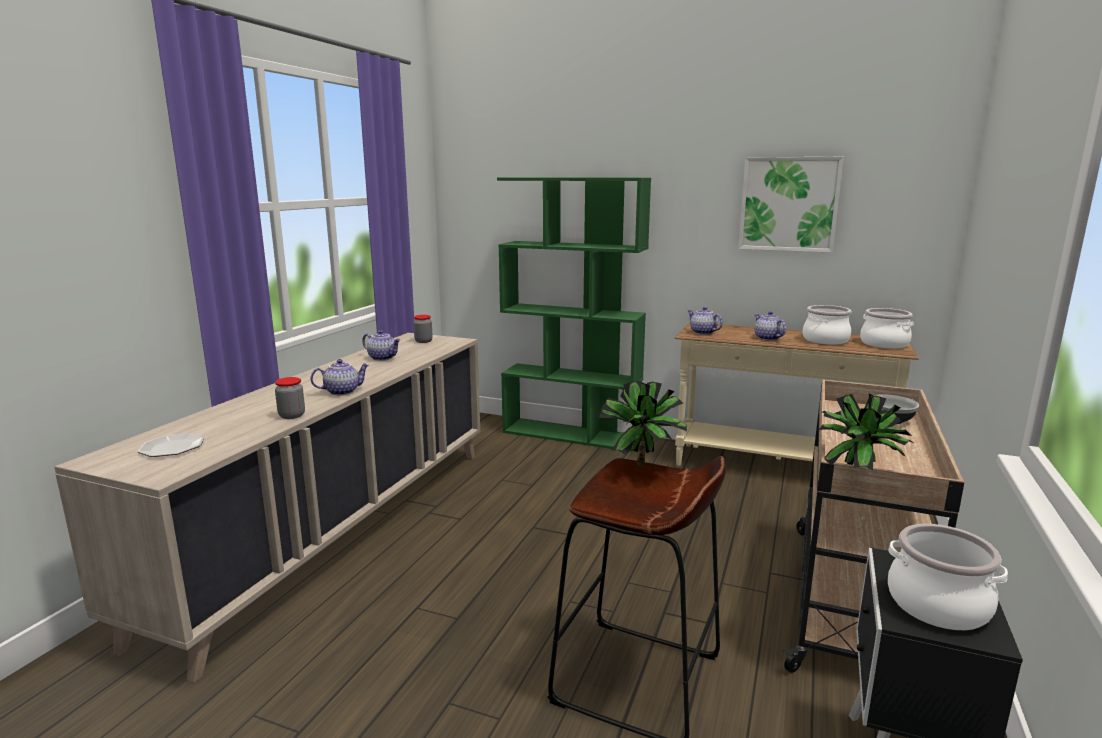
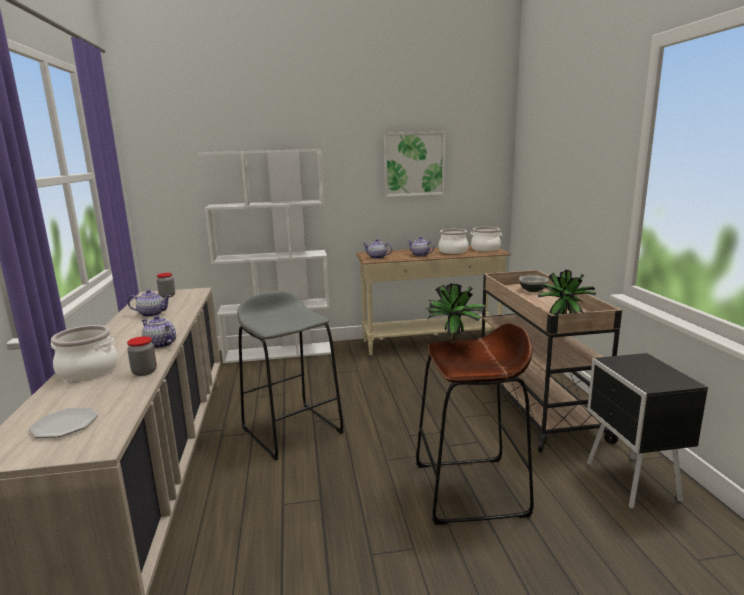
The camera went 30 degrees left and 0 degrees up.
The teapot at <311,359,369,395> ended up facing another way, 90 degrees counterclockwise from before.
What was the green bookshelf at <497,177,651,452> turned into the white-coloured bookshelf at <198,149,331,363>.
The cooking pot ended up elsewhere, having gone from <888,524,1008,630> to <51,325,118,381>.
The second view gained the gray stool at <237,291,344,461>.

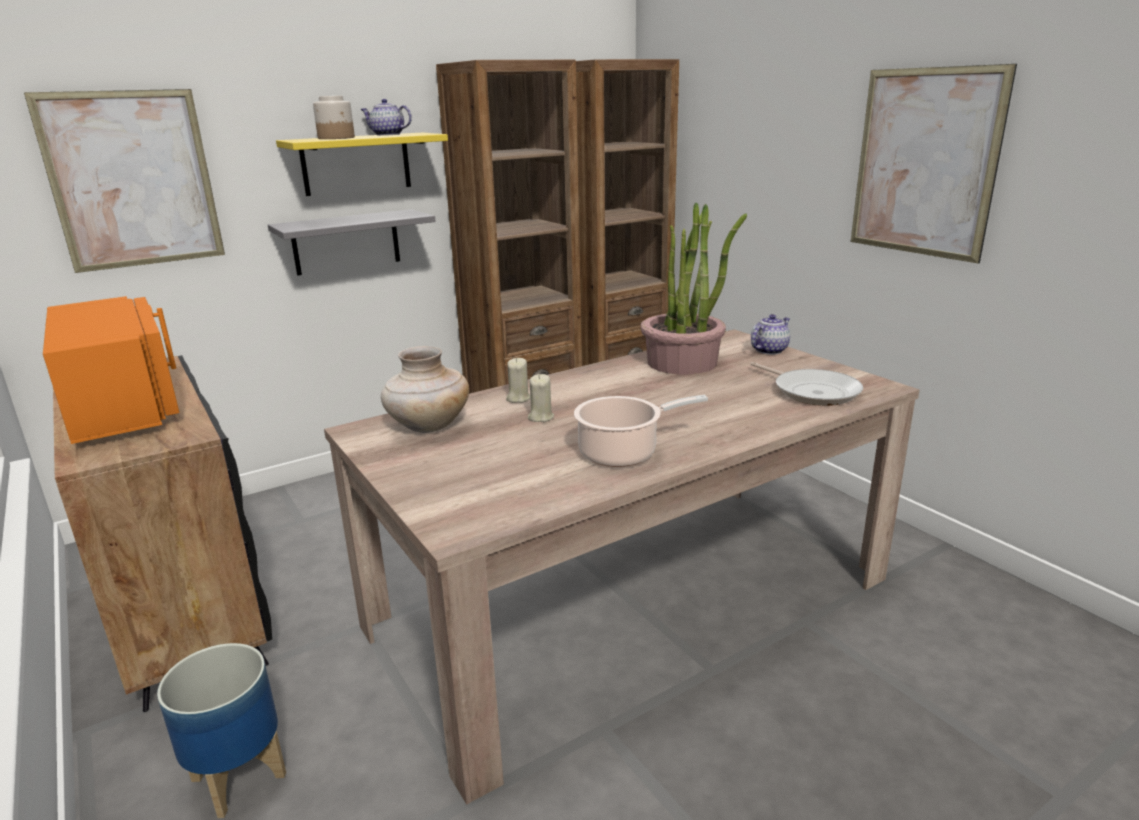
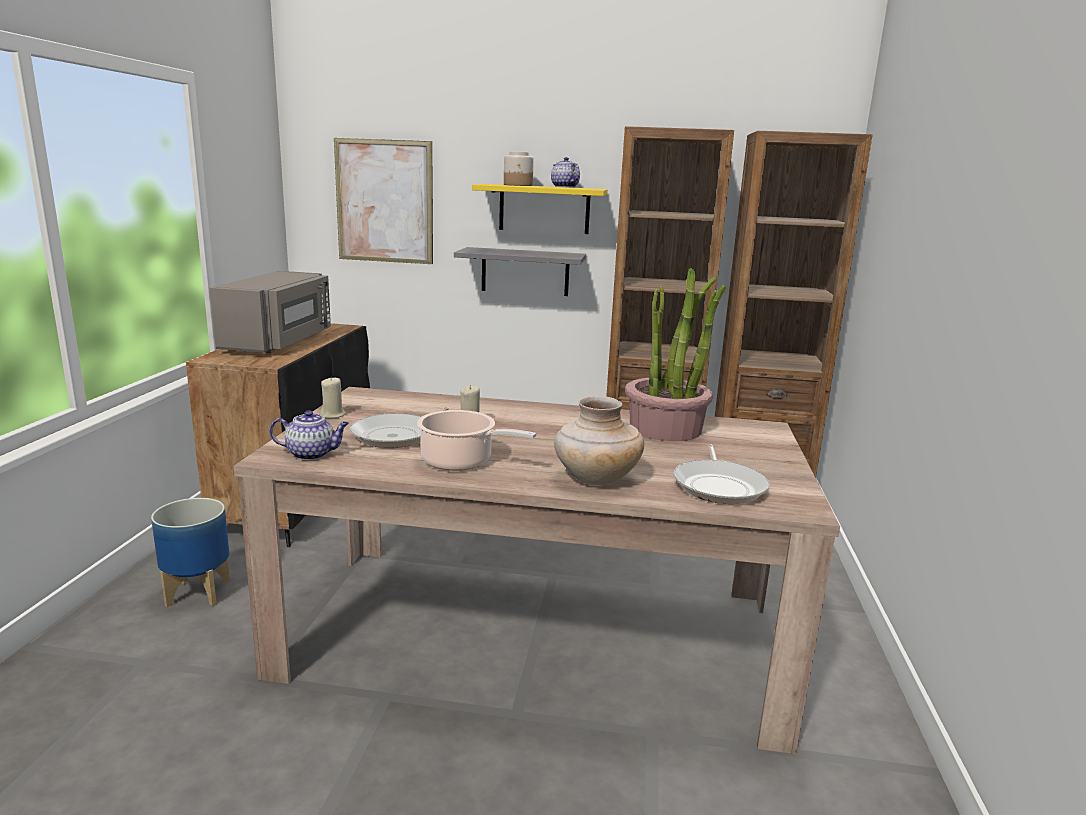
The camera went 40 degrees right and 5 degrees down.
What was the orange-coloured kitchen microwave at <43,296,179,444> turned into the gray kitchen microwave at <210,271,331,353>.
The beige flower vase ended up elsewhere, having gone from <381,346,469,433> to <554,396,644,485>.
The beige wax candle ended up elsewhere, having gone from <506,358,530,403> to <320,378,346,418>.
The teapot ended up elsewhere, having gone from <751,314,790,355> to <270,410,349,460>.
The second view lost the picture at <851,64,1017,263>.
The second view gained the frying pan at <350,407,449,448>.

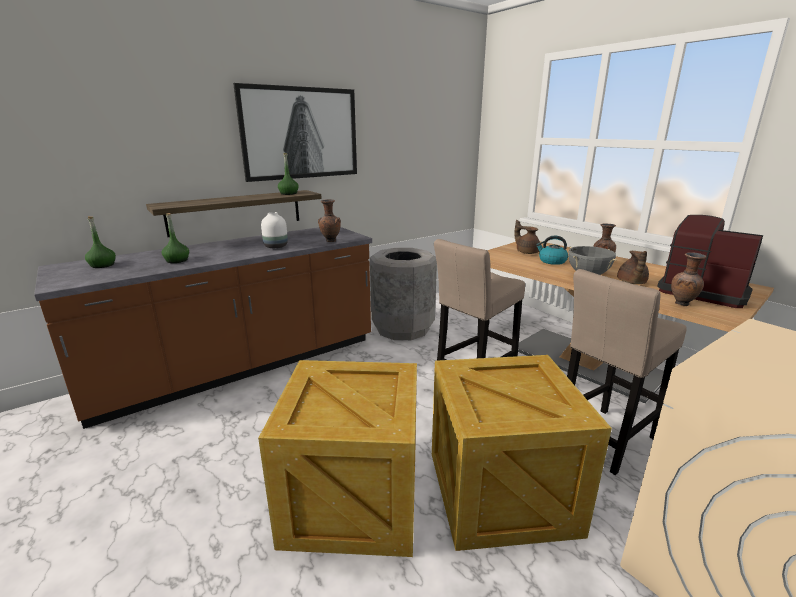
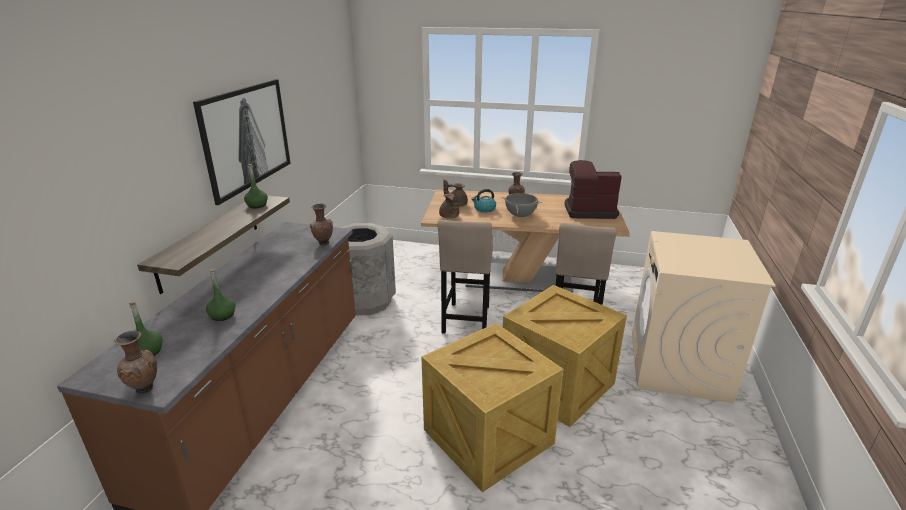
The camera went 40 degrees left and 5 degrees up.
The second view lost the white-coloured flower vase at <261,212,288,248>.
The brown teapot ended up elsewhere, having gone from <617,251,649,284> to <439,194,459,219>.
The brown flower vase ended up elsewhere, having gone from <671,252,707,306> to <114,331,157,394>.

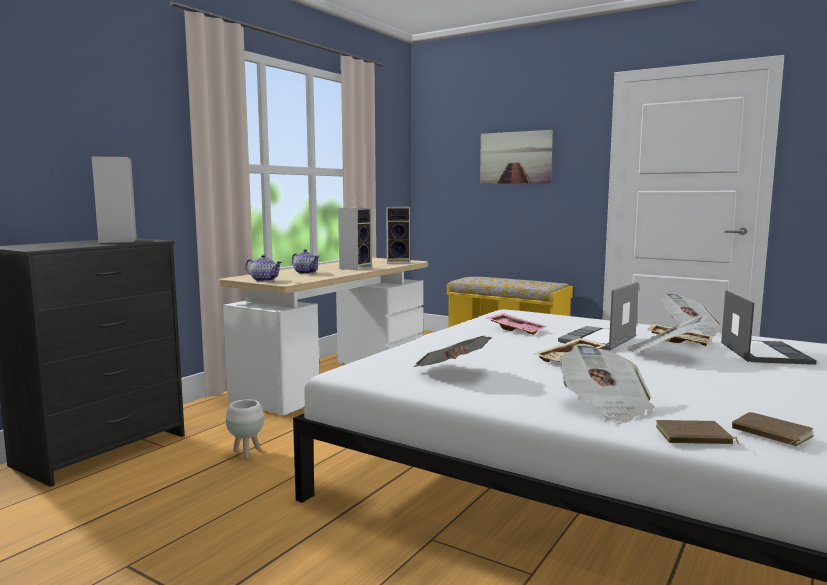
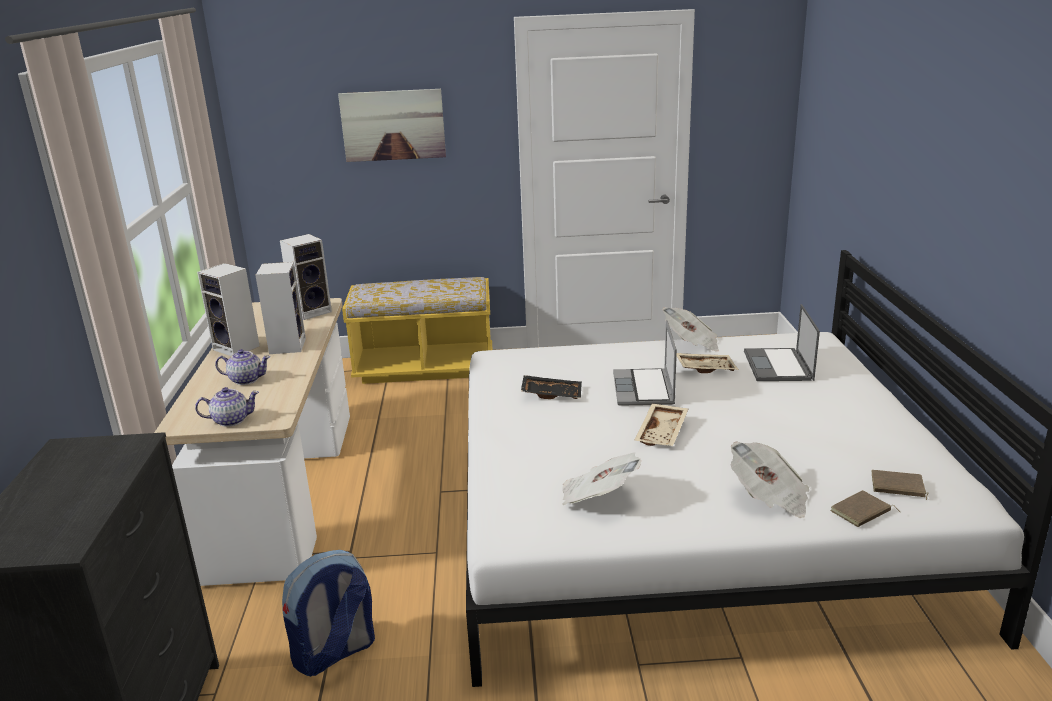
The camera went 35 degrees left and 15 degrees up.
The audio speaker ended up elsewhere, having gone from <92,156,137,243> to <197,263,260,356>.
Where the white-coloured planter stood at <226,400,264,459>, the rucksack came to stand at <282,550,375,677>.
What was the pink carrying tray at <487,313,547,335> turned into the black carrying tray at <521,375,582,399>.
The second view lost the daily paper at <627,317,705,353>.
The notebook computer at <721,290,817,365> ended up facing another way, 150 degrees counterclockwise from before.

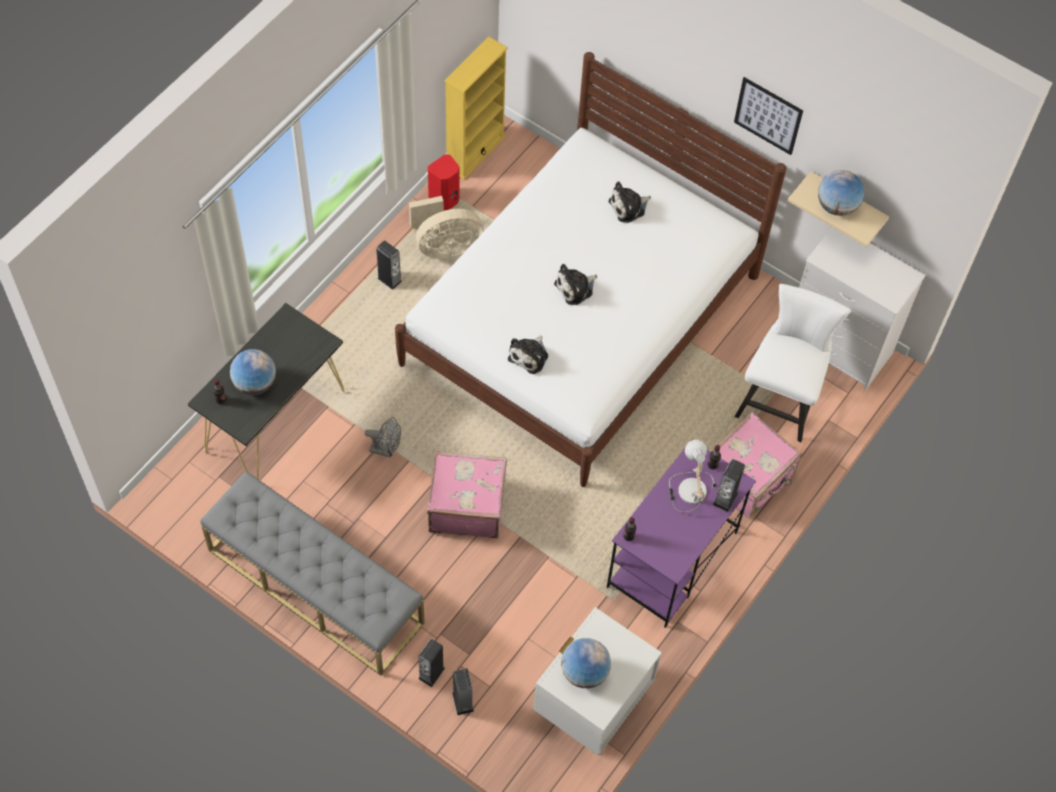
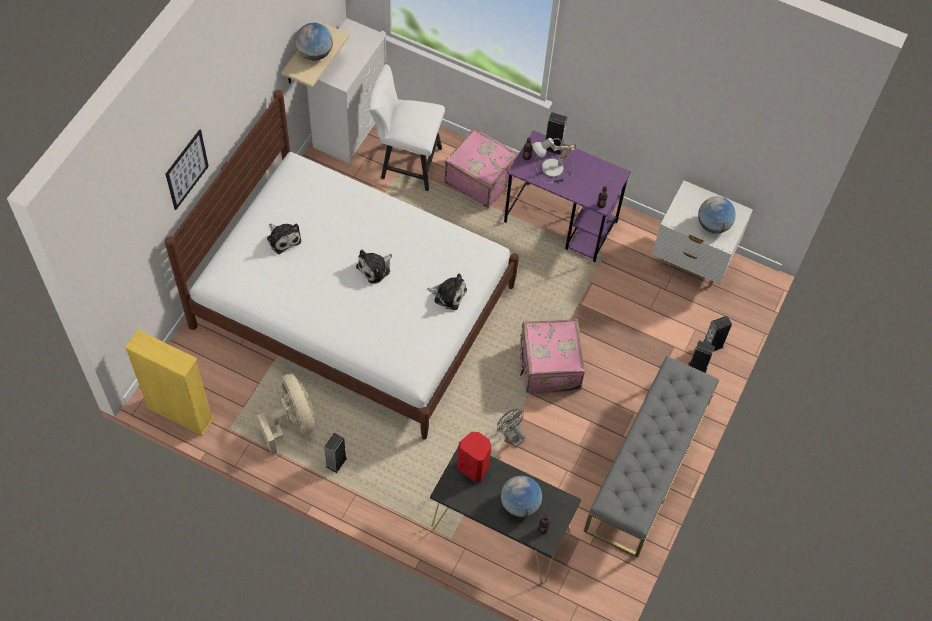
The camera went 100 degrees left and 0 degrees up.
The gray cooling fan at <365,417,401,458> ended up facing another way, 45 degrees counterclockwise from before.
The red audio speaker ended up elsewhere, having gone from <428,154,460,211> to <457,432,492,482>.
The soft toy at <554,264,597,305> ended up facing another way, 90 degrees clockwise from before.
The picture ended up elsewhere, having gone from <734,77,803,155> to <165,129,209,210>.

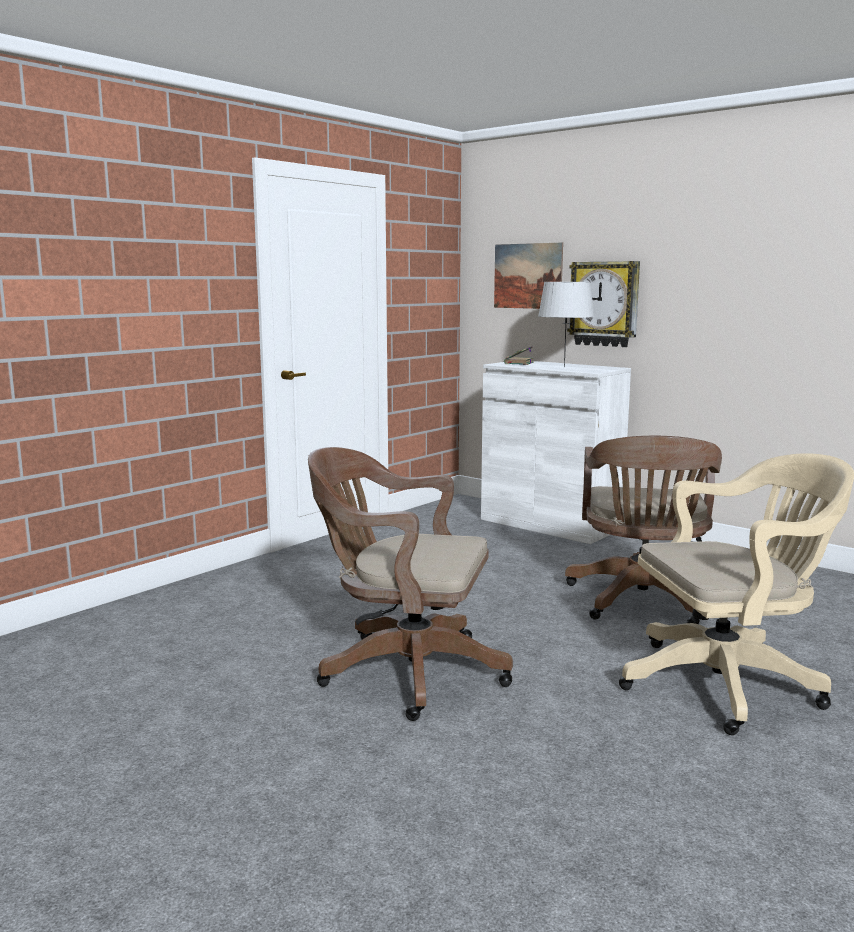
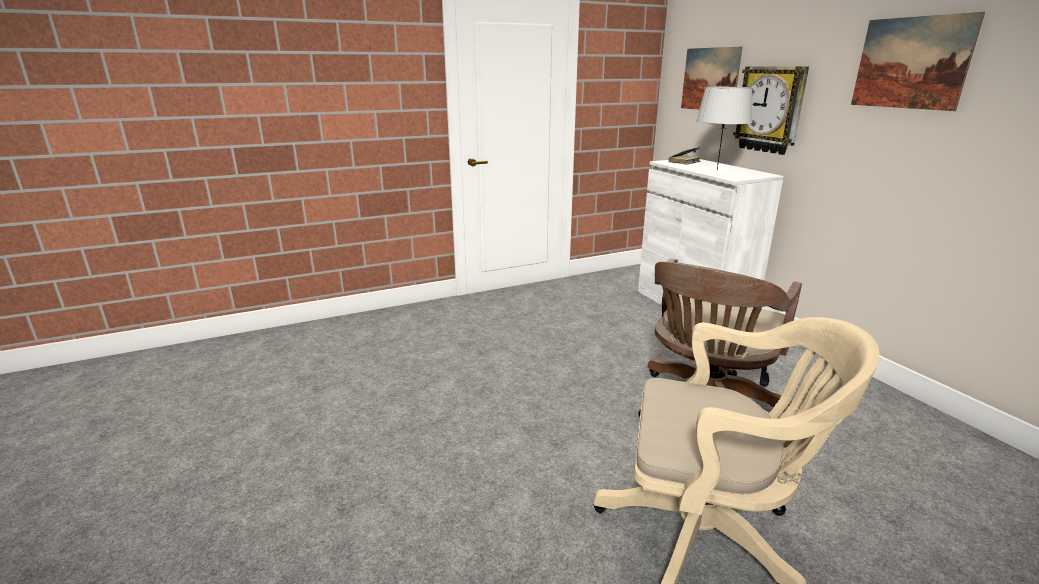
The camera went 25 degrees right and 10 degrees up.
The second view lost the brown computer chair at <308,447,513,721>.
The second view gained the picture at <851,12,985,111>.

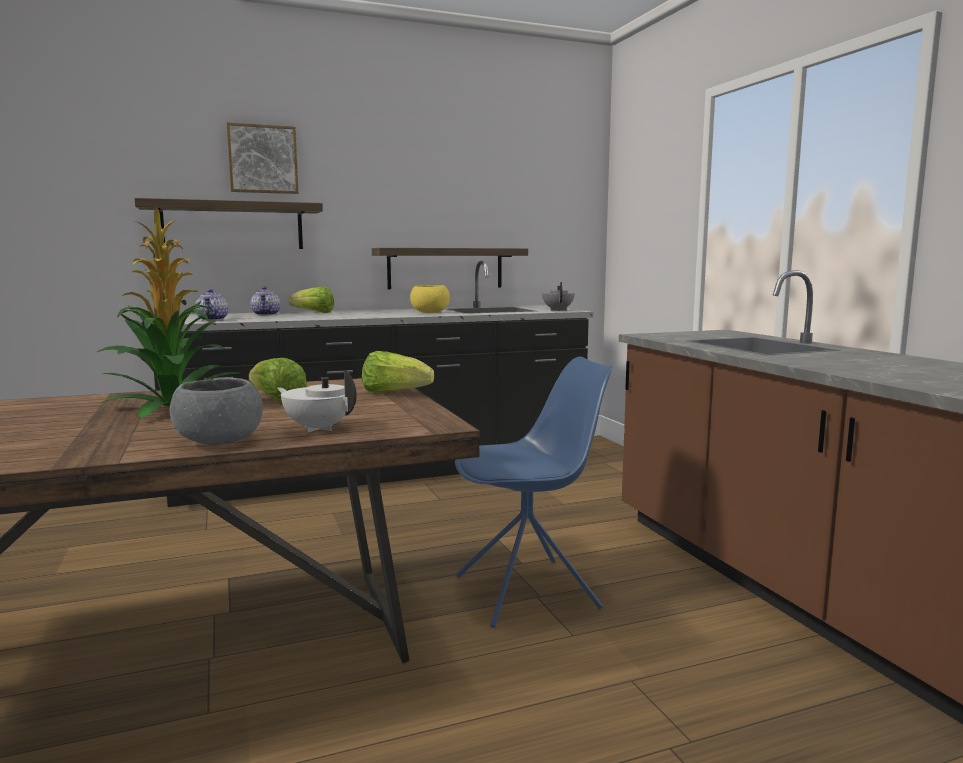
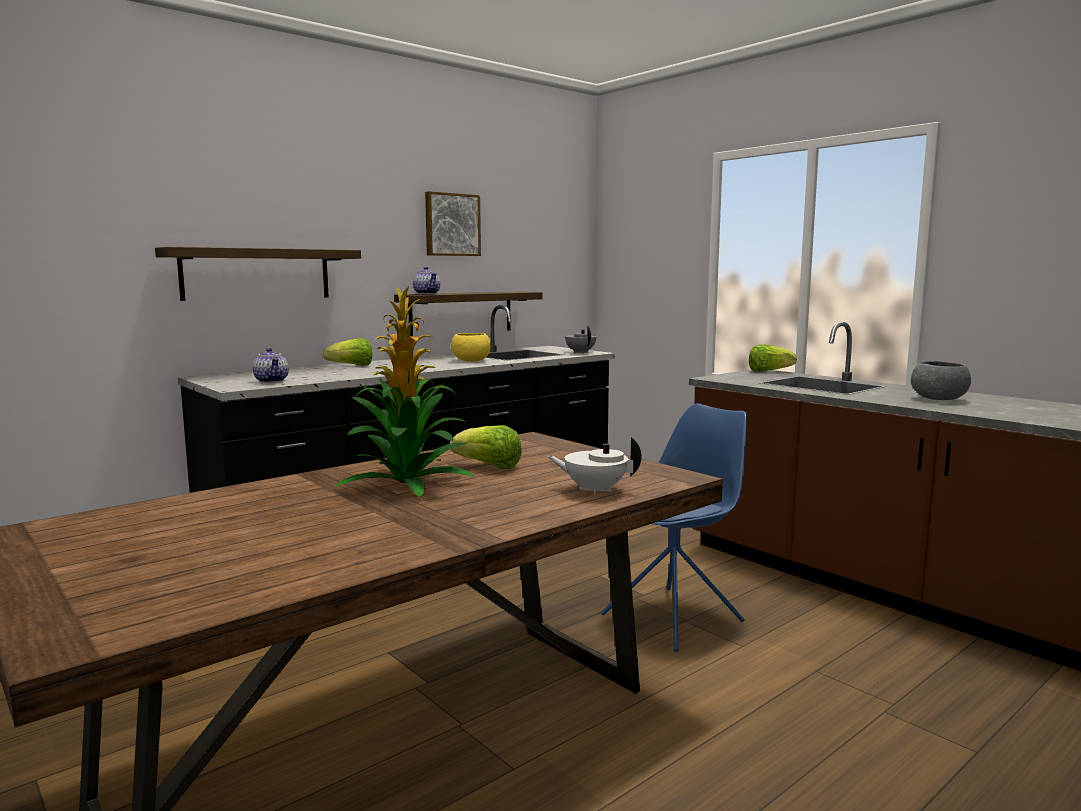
The camera went 20 degrees left and 0 degrees up.
The gray deep dish ended up elsewhere, having gone from <169,378,263,445> to <911,361,971,400>.
The picture ended up elsewhere, having gone from <227,122,299,194> to <425,191,481,256>.
The teapot ended up elsewhere, having gone from <251,286,280,316> to <413,267,440,294>.
The head of lettuce ended up elsewhere, having gone from <362,351,434,393> to <749,344,797,372>.

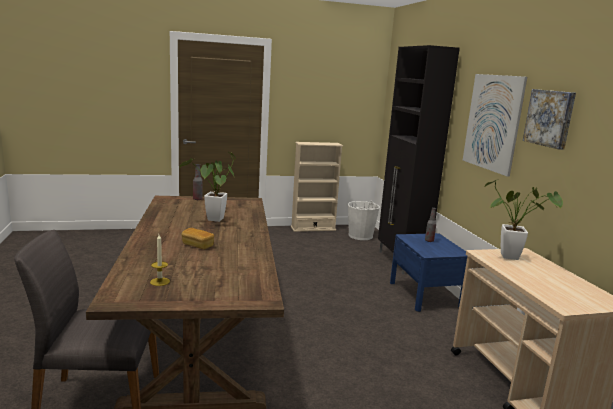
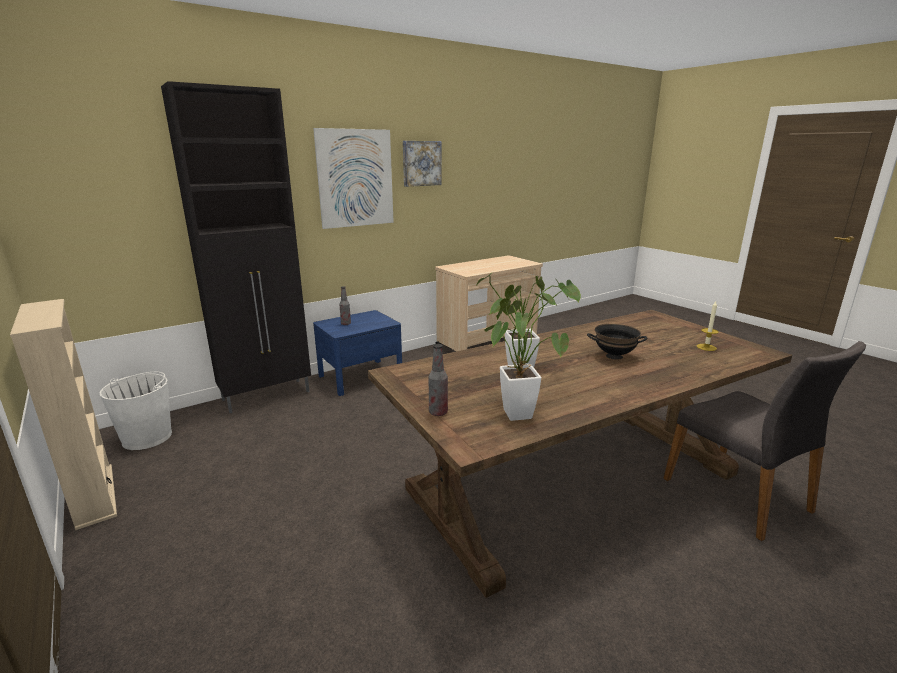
The camera went 110 degrees left and 5 degrees up.
Where the bakery bread stood at <181,228,214,249>, the black deep dish came to stand at <587,324,647,360>.
The plant in a pot ended up elsewhere, having gone from <484,179,563,260> to <484,289,569,421>.

